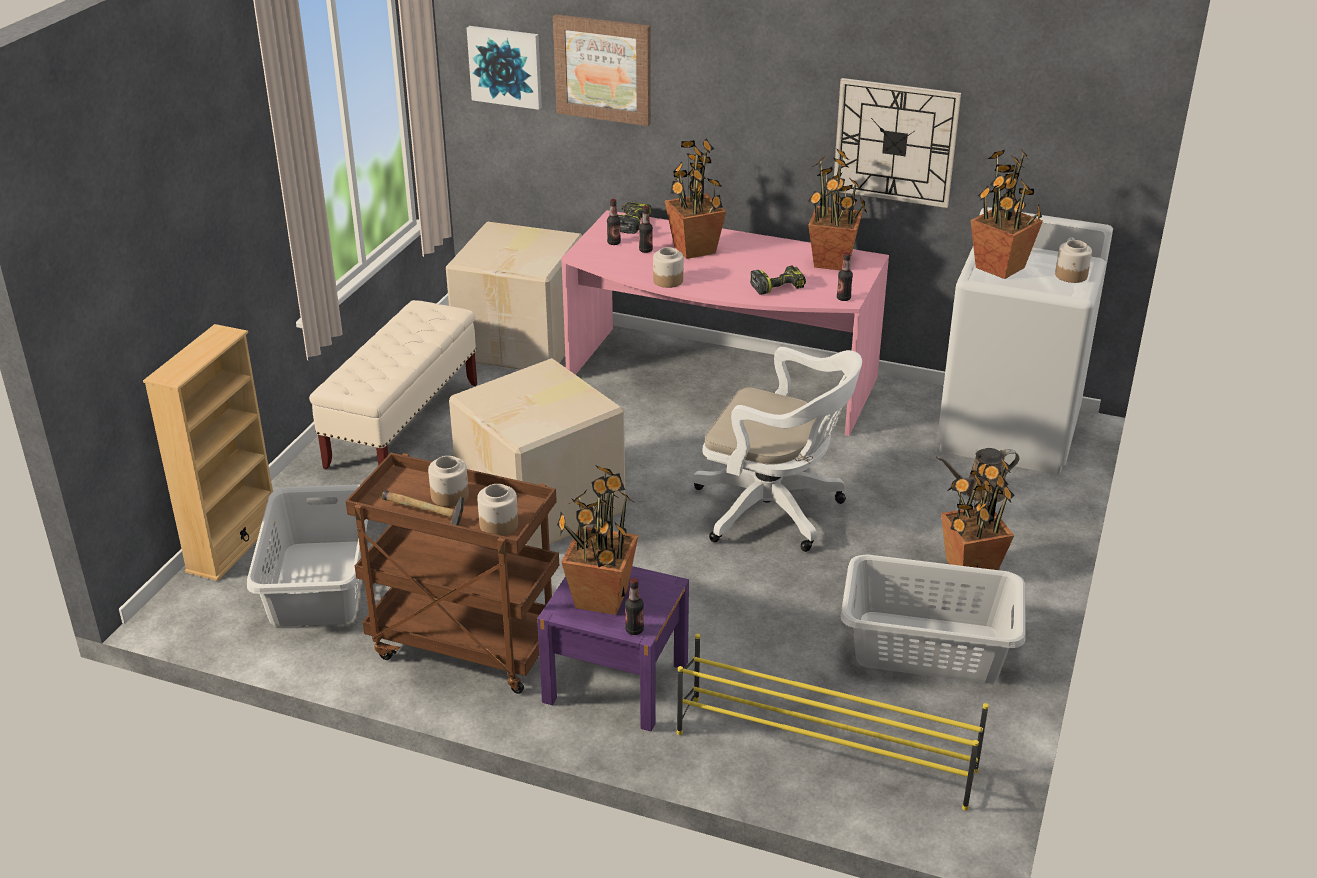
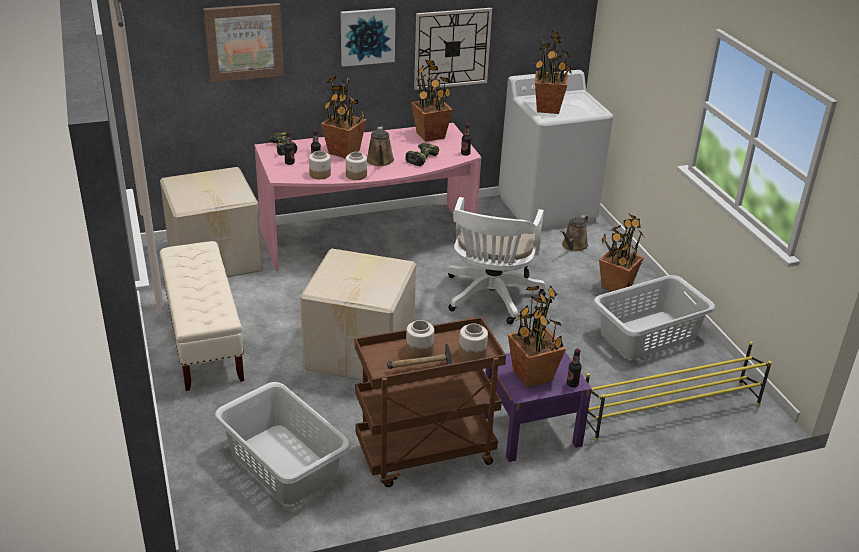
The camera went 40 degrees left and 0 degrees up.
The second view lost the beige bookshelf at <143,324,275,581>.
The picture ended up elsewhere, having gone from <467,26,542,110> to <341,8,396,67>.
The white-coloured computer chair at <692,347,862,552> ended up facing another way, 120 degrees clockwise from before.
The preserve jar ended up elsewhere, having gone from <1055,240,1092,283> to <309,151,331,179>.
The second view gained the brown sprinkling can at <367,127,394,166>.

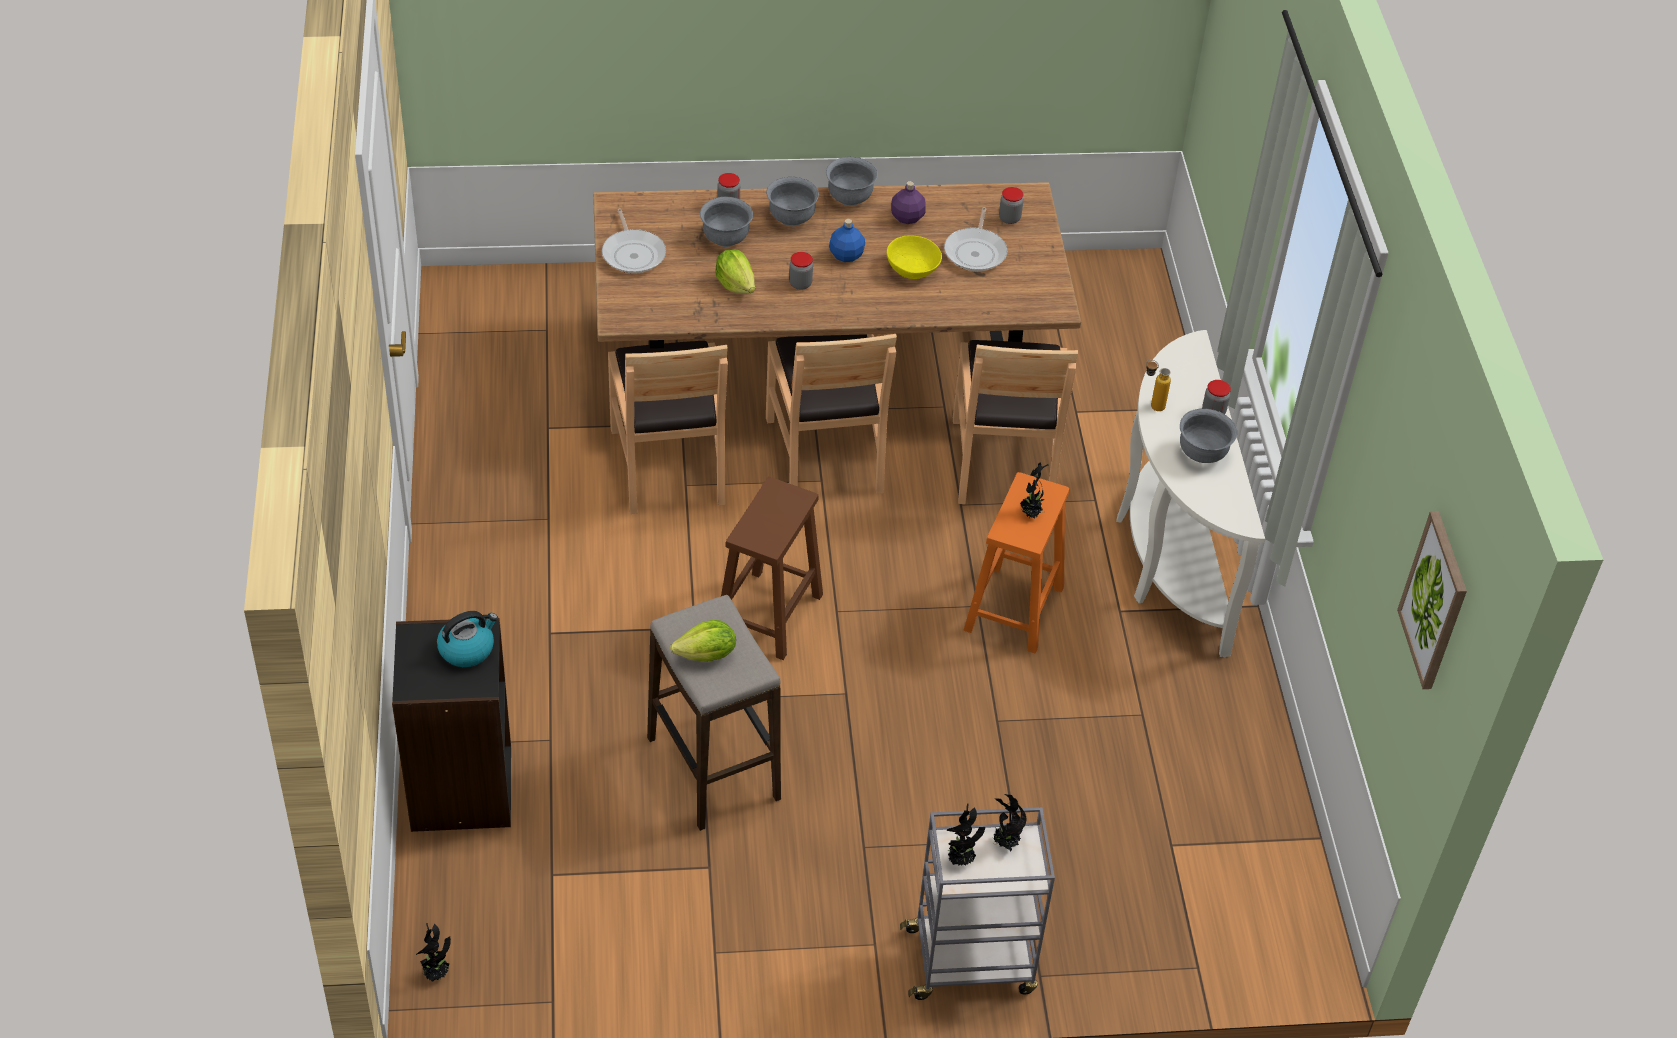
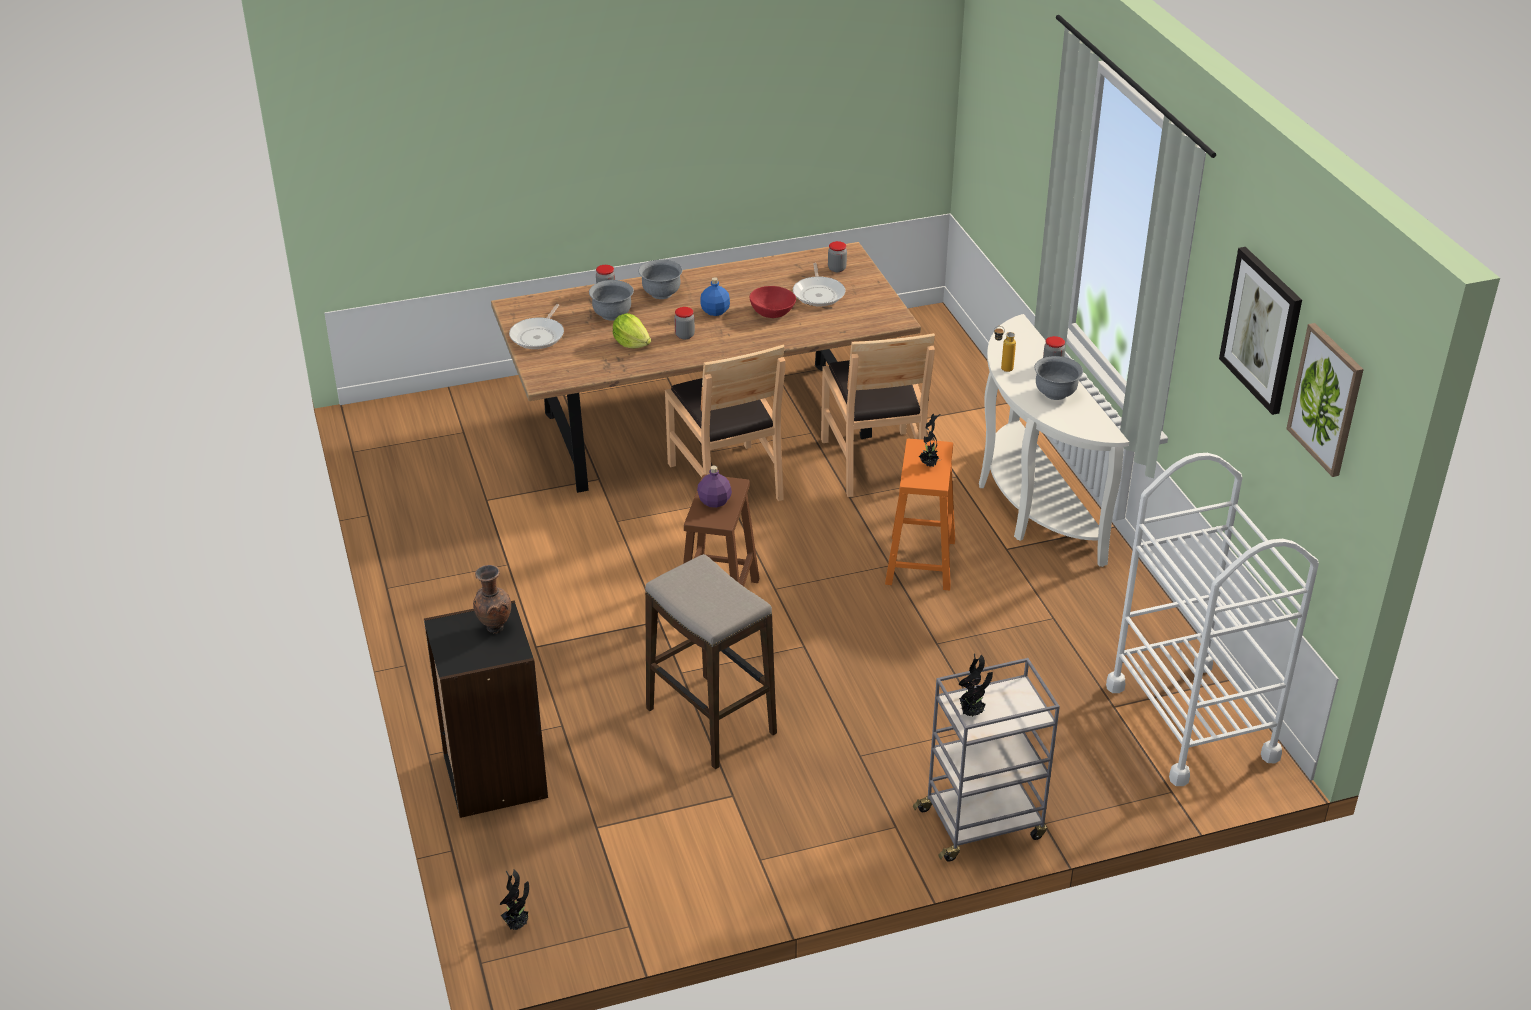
The camera went 10 degrees left and 10 degrees down.
Where the water kettle stood at <437,611,498,667>, the brown flower vase came to stand at <473,565,511,633>.
The frying pan at <602,208,666,274> ended up facing another way, 45 degrees clockwise from before.
The second view lost the brown upright chair at <608,341,728,514>.
The second view lost the head of lettuce at <670,620,736,662>.
The second view lost the gray deep dish at <826,157,878,206>.
What was the yellow-coloured deep dish at <887,235,942,279> turned into the red deep dish at <750,286,796,318>.
The purple beverage bottle ended up elsewhere, having gone from <891,181,926,224> to <697,466,732,508>.
The second view lost the plant in a pot at <993,794,1026,852>.
The second view gained the white-coloured cart at <1106,453,1319,786>.
The second view gained the picture at <1219,247,1302,415>.

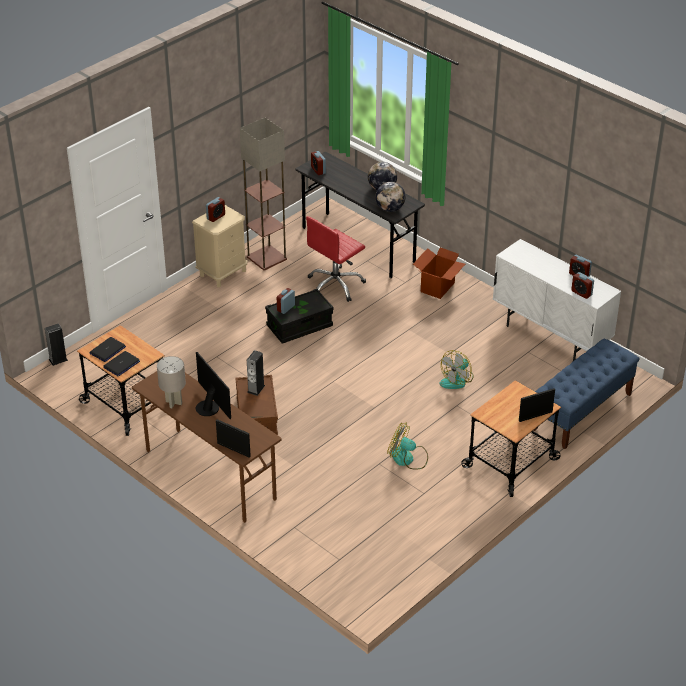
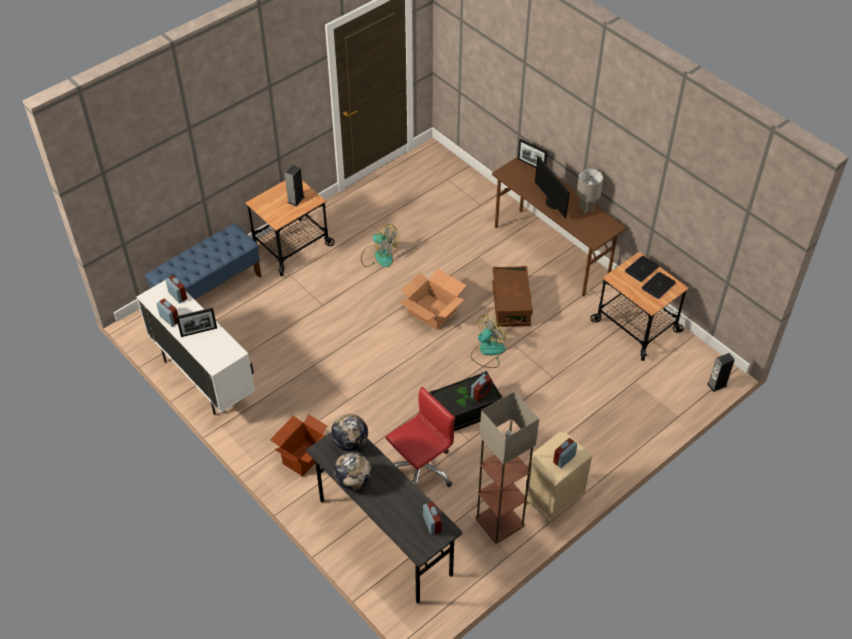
The camera went 175 degrees left and 10 degrees up.
The audio speaker ended up elsewhere, having gone from <247,350,265,396> to <285,164,304,206>.
The cooling fan ended up elsewhere, having gone from <440,350,474,389> to <471,315,506,368>.
The picture frame ended up elsewhere, having gone from <519,388,555,422> to <176,308,217,337>.
The second view gained the cardboard box at <399,269,466,330>.

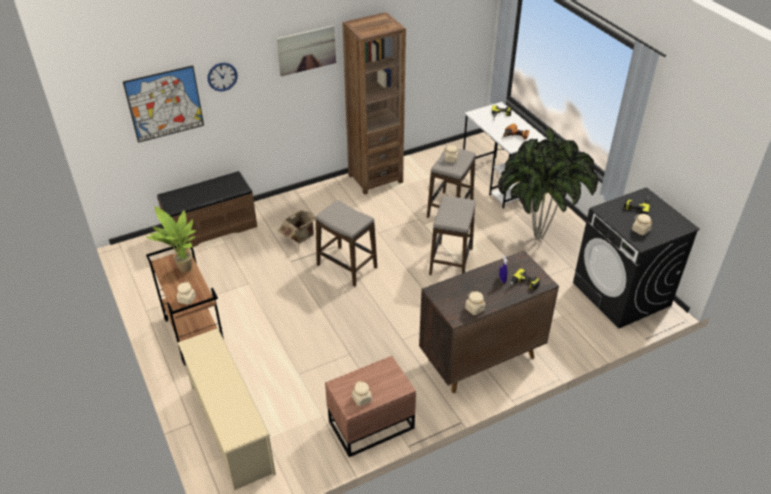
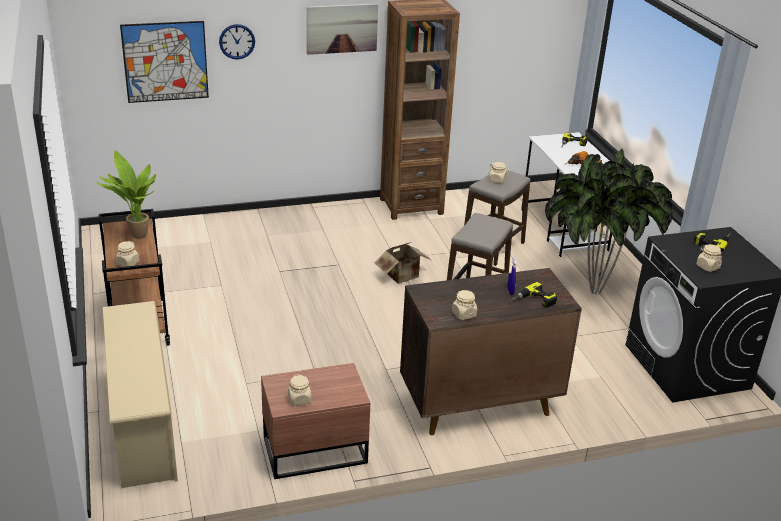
The camera went 10 degrees right and 10 degrees down.
The second view lost the brown bench at <157,171,257,253>.
The cardboard box ended up elsewhere, having gone from <277,210,316,244> to <374,242,431,284>.
The second view lost the stool at <316,200,377,286>.

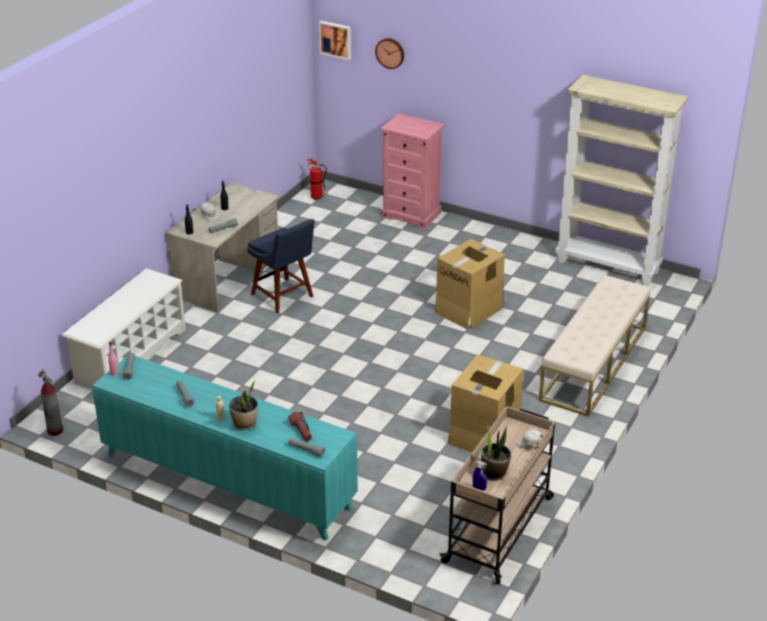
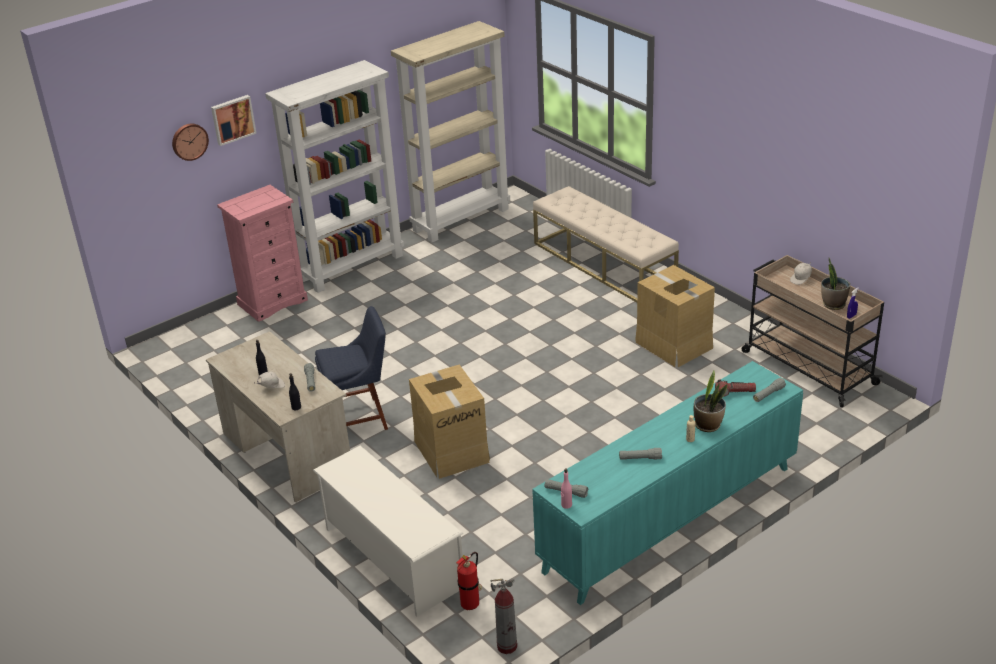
The camera went 65 degrees left and 0 degrees up.
The fire-fighting cylinder ended up elsewhere, having gone from <307,158,328,200> to <456,552,482,610>.
The picture ended up elsewhere, having gone from <319,21,351,60> to <211,95,256,146>.
The cardboard box ended up elsewhere, having gone from <435,239,505,330> to <409,364,490,479>.
The second view gained the white-coloured bookshelf at <265,60,404,293>.

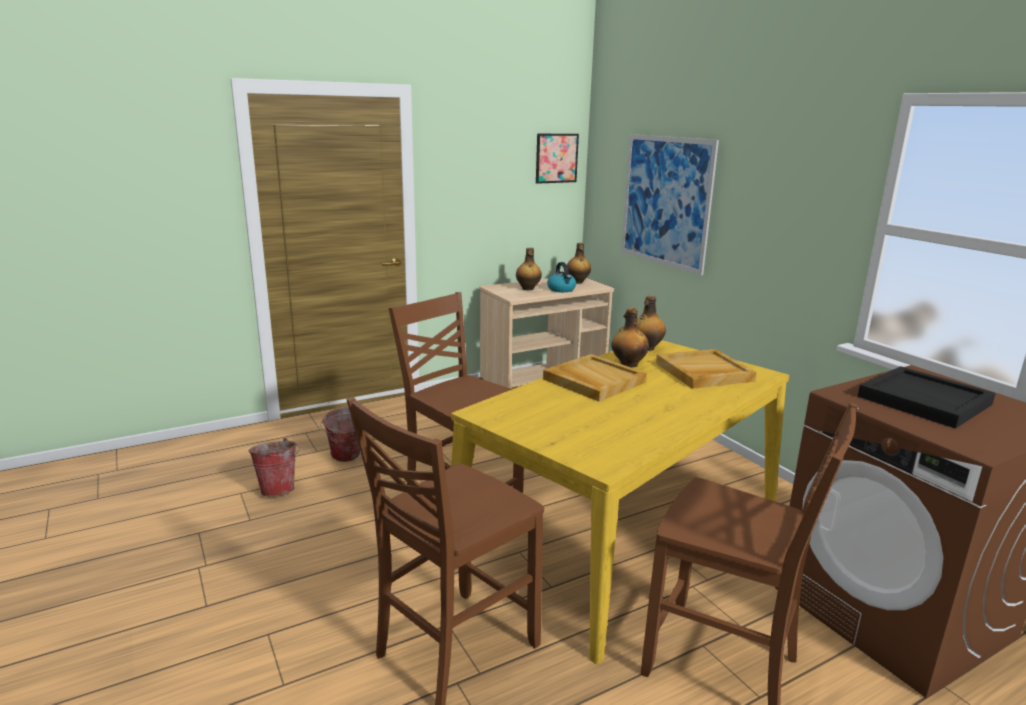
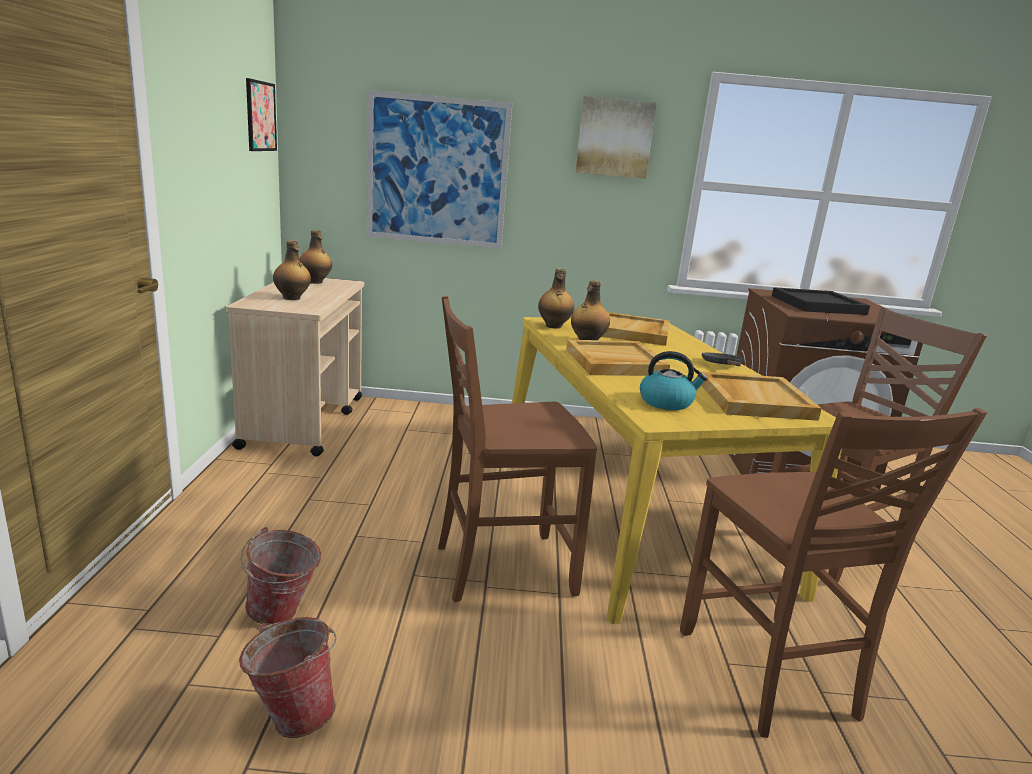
The camera went 60 degrees left and 0 degrees up.
The water kettle ended up elsewhere, having gone from <547,262,576,292> to <640,351,708,410>.
The second view gained the picture at <575,96,657,179>.
The second view gained the beige carrying tray at <701,372,822,421>.
The second view gained the black frying pan at <702,353,744,366>.

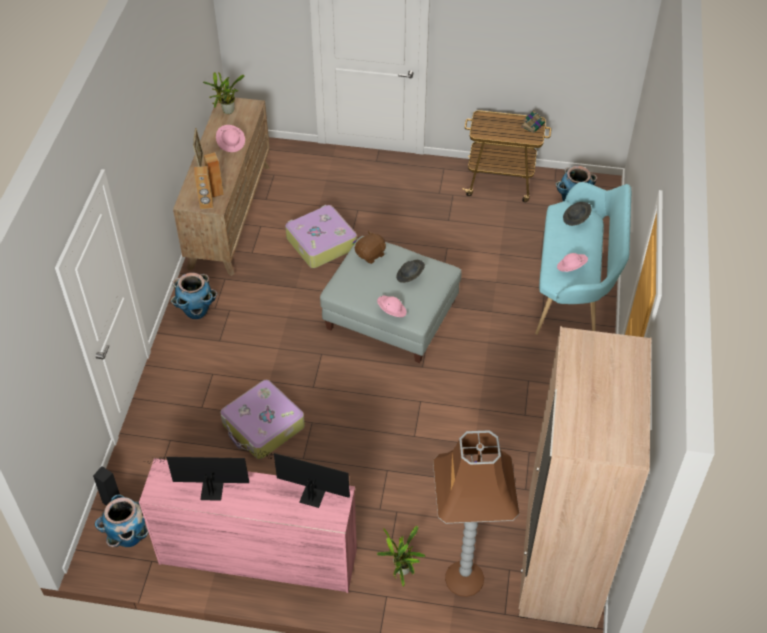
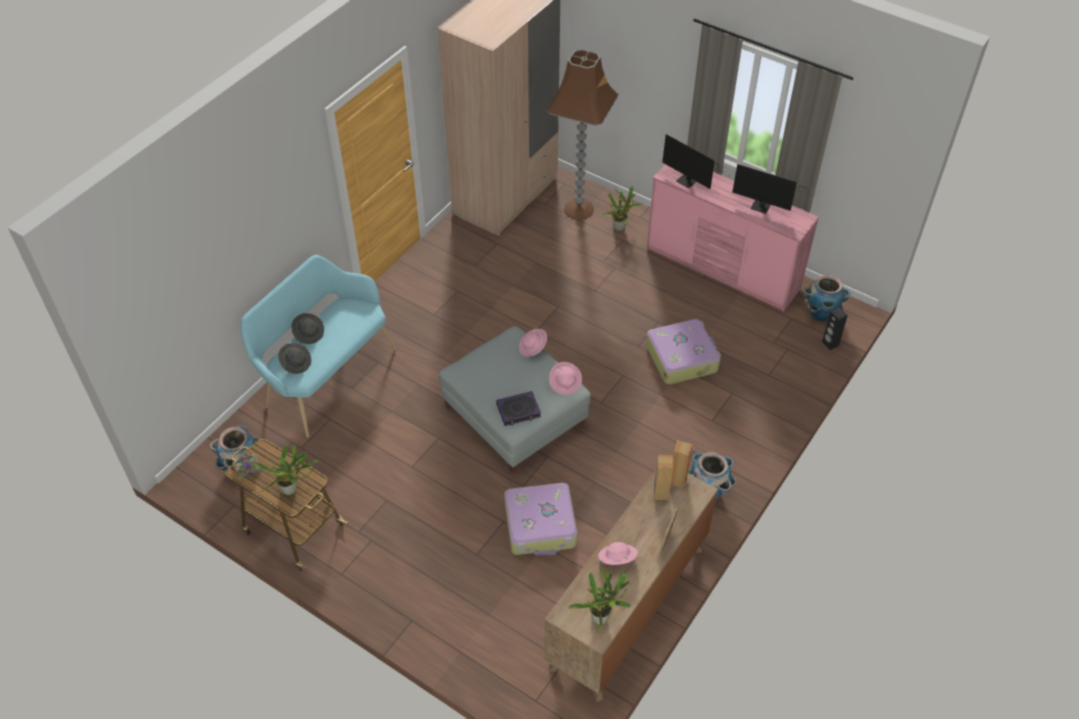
The camera went 155 degrees left and 0 degrees up.
Where the brown soft toy stood at <355,231,386,264>, the book came to stand at <496,391,541,426>.
The gray wearable hat ended up elsewhere, having gone from <396,260,425,283> to <292,313,324,344>.
The pink wearable hat ended up elsewhere, having gone from <557,253,588,272> to <549,362,582,395>.
The second view gained the plant in a pot at <251,444,320,495>.

